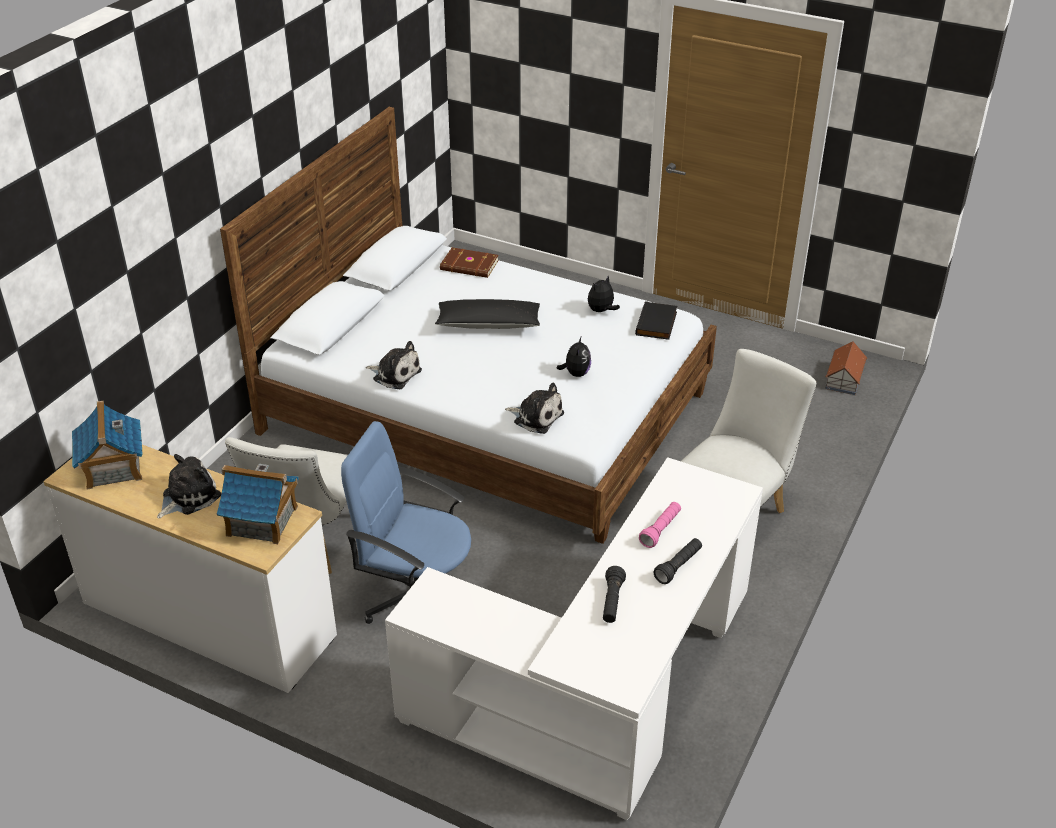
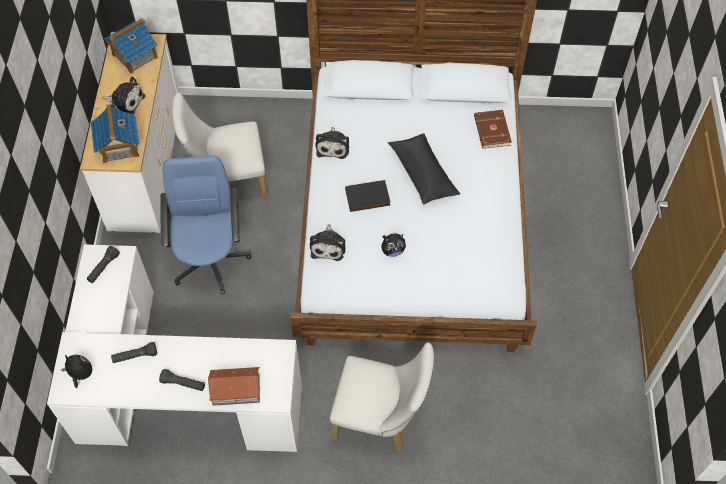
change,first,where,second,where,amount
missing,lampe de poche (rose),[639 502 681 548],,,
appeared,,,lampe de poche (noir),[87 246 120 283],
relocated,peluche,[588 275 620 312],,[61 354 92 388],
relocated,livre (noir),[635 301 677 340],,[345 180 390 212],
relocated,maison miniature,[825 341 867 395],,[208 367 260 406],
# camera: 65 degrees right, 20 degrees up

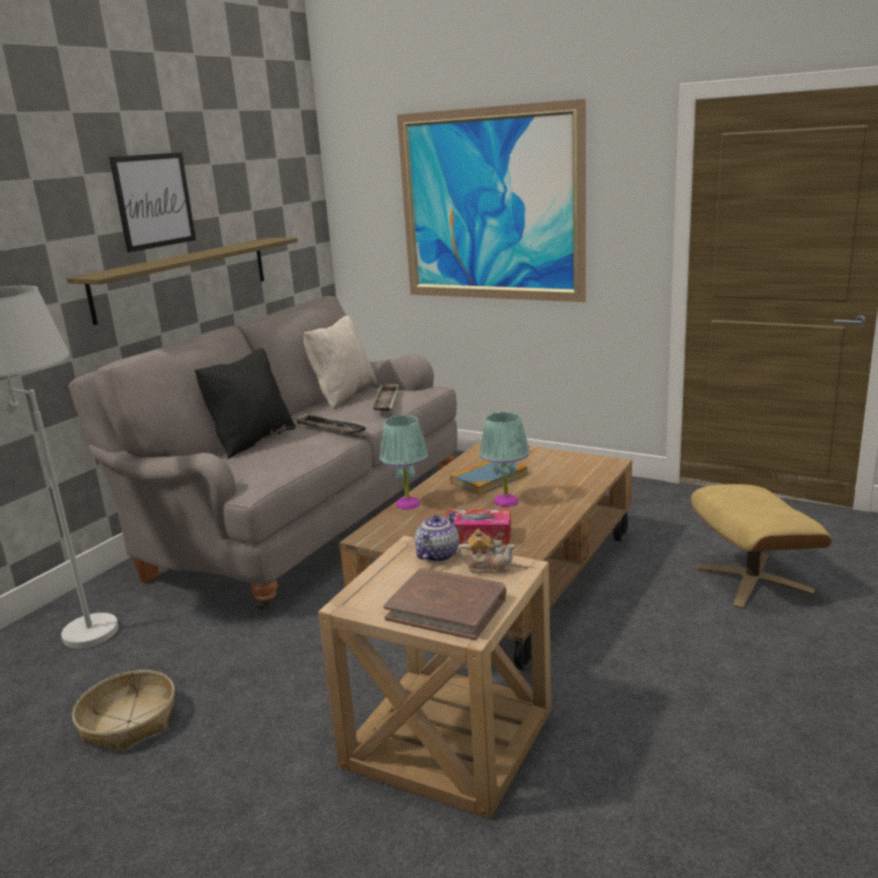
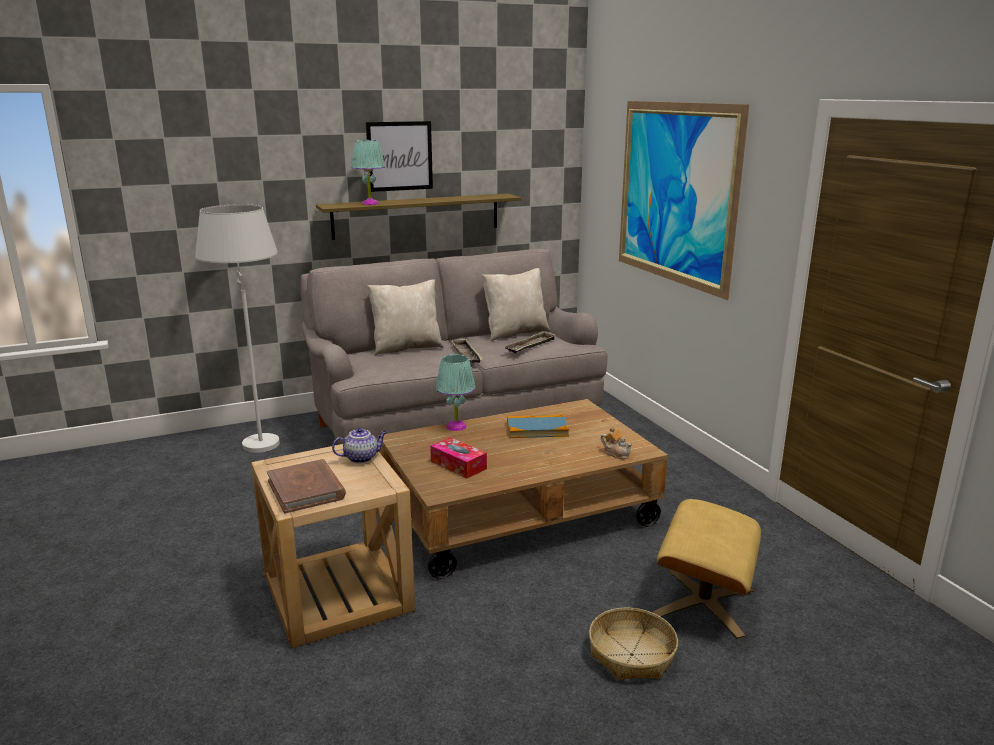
change,first,where,second,where,amount
relocated,panier,[72 670 175 752],,[589 608 678 680],
relocated,théière,[457 528 516 574],,[601 426 632 459],
relocated,lampe de table (turquoise),[480 412 529 507],,[351 140 385 205],
colour,coussin (noir),[195 348 296 459],coussin (beige),[367 280 444 355],
# camera: 35 degrees right, 0 degrees up

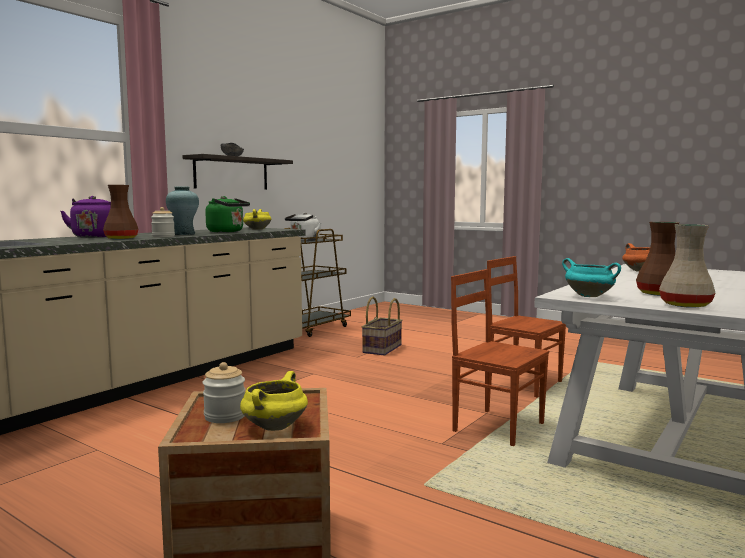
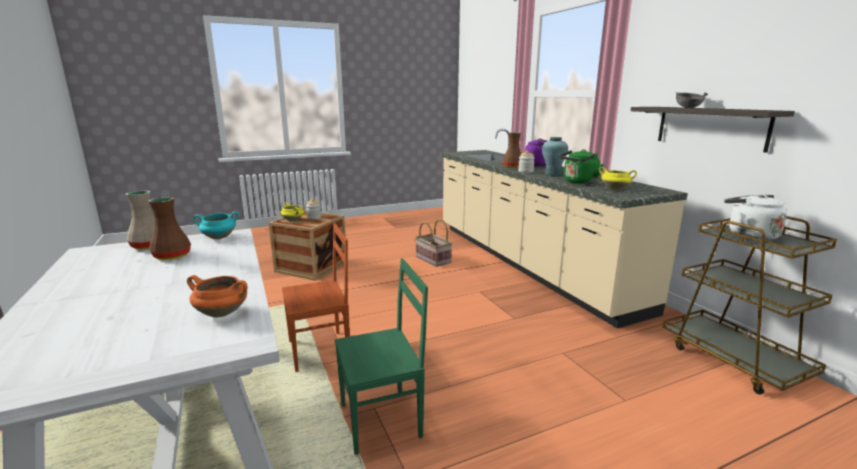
change,first,where,second,where,amount
relocated,panier,[362 296 402 355],,[415 219 452 267],
colour,chaise (marron),[487 256 566 397],chaise (vert),[335 258 428 455],
# camera: 120 degrees right, 10 degrees up

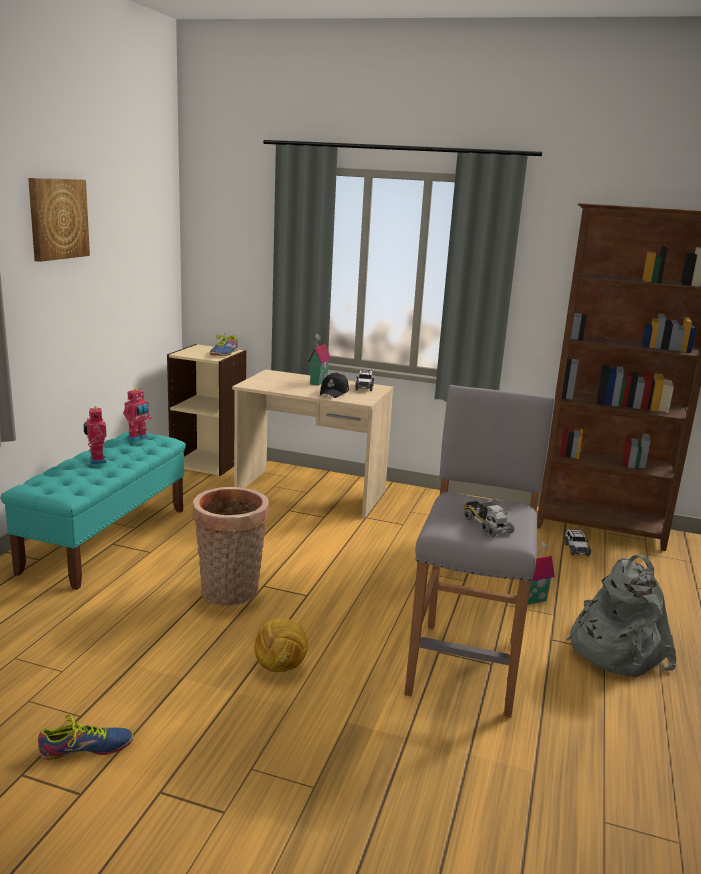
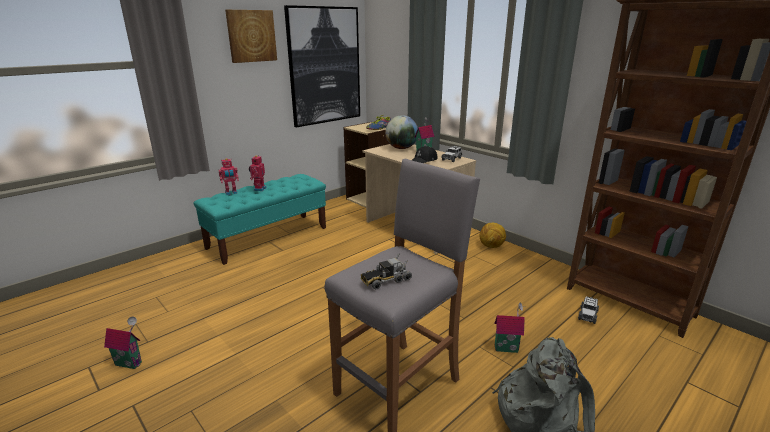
change,first,where,second,where,amount
missing,panier,[193 487 269 606],,,
appeared,,,tableau,[284 5 360 127],
appeared,,,globe,[385 115 418 149],
relocated,robot jouet,[123 388 151 442],,[218 158 239 195],
relocated,ballon de foot,[254 618 308 672],,[480 223 506 248],
exchanged,chaussure,[38 715 133 760],maison miniature,[104 317 142 369],
spun,camion jouet,[464 500 515 537],,[361 254 412 289],120 degrees counterclockwise
# camera: 30 degrees right, 5 degrees up

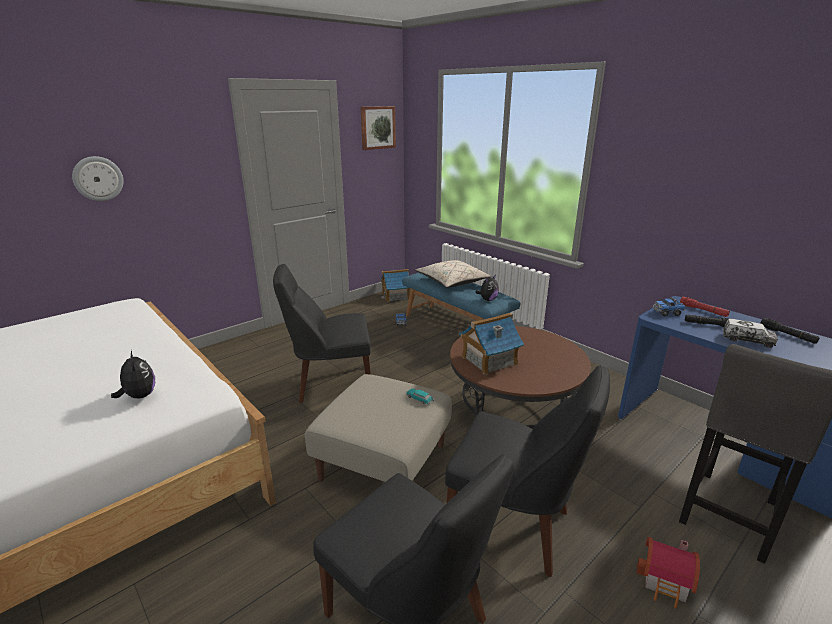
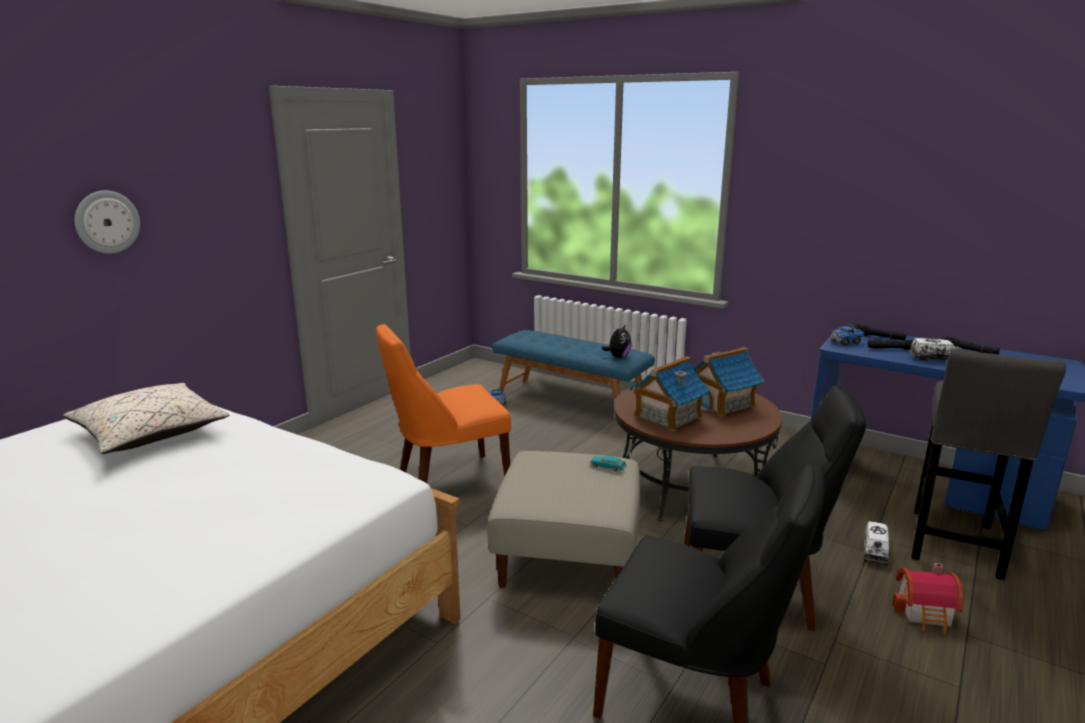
change,first,where,second,where,amount
missing,peluche,[111 350 155 398],,,
missing,tableau,[361 106 396 150],,,
appeared,,,camion jouet,[863 521 889 566],
relocated,maison miniature,[381 269 410 302],,[693 347 764 417],
relocated,coussin (beige),[415 260 491 288],,[63 383 230 454],
colour,chaise (noir),[273 264 371 403],chaise (orange),[376 324 511 483],
colour,lampe de poche (rouge),[680 297 730 317],lampe de poche (noir),[854 325 907 341],
# camera: 15 degrees left, 5 degrees down

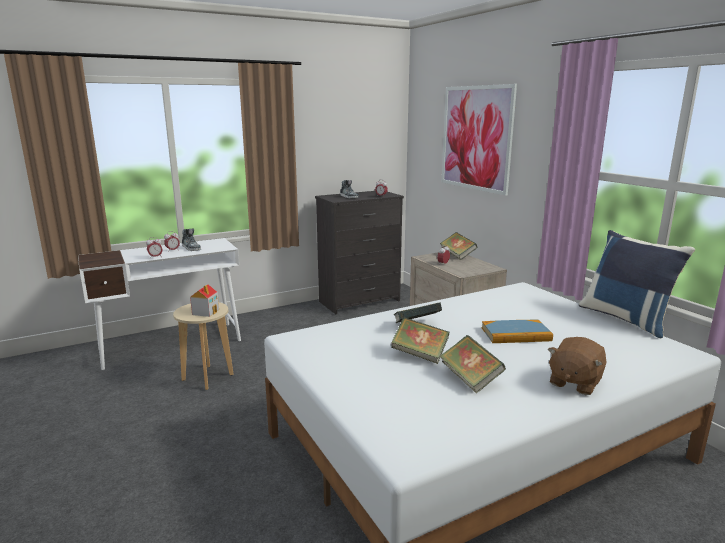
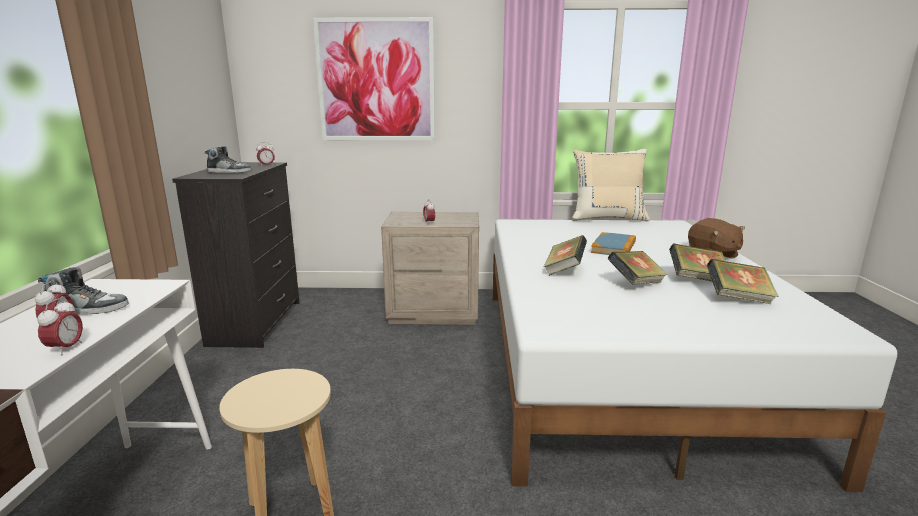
change,first,where,second,where,amount
missing,maison miniature,[190 284 219 317],,,
relocated,livre,[440 232 477 260],,[707 259 779 304],
colour,coussin (bleu),[579 230 695 338],coussin (beige),[572 149 650 221],
# camera: 60 degrees left, 0 degrees up

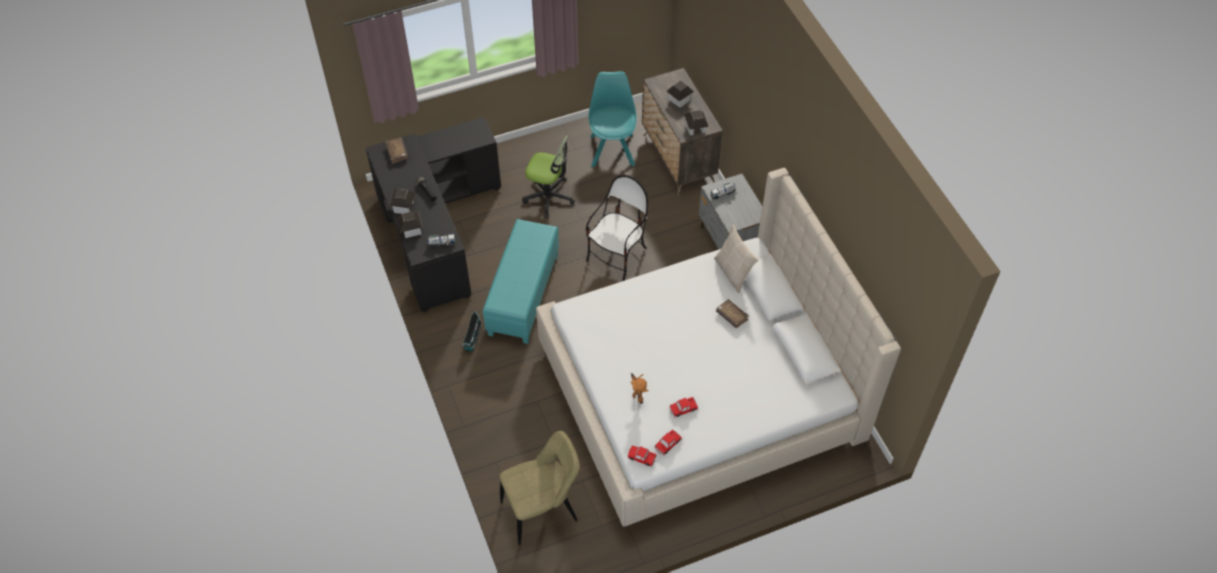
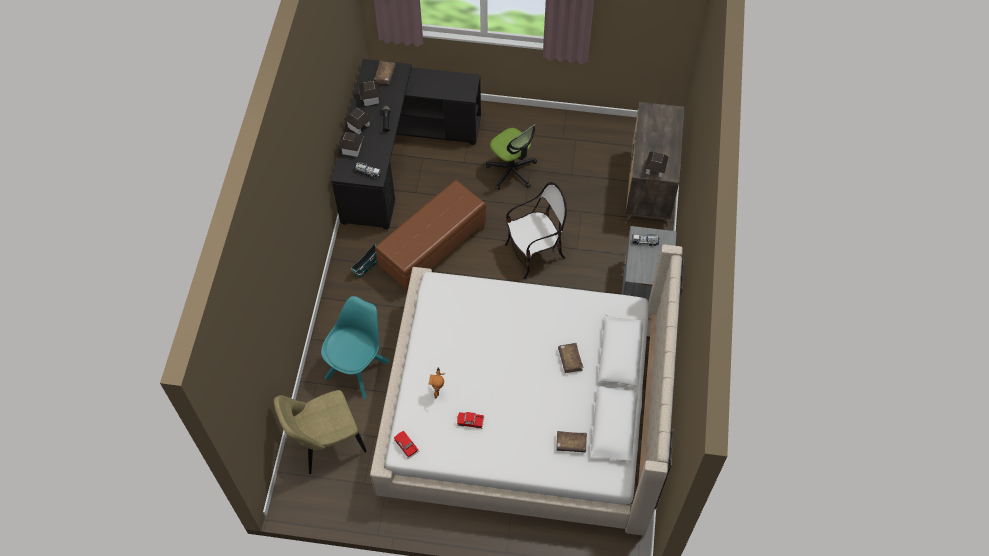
change,first,where,second,where,amount
missing,petite voiture,[654 429 682 456],,,
missing,coussin (beige),[714 225 759 293],,,
appeared,,,livre (marron),[556 431 587 453],
relocated,chaise (turquoise),[589 71 637 167],,[321 296 389 399],
relocated,maison miniature,[666 80 694 108],,[358 81 381 106],
colour,pouf (turquoise),[483 219 559 344],pouf (marron),[375 180 486 293],
spun,chaise (beige),[499 431 580 545],,[274 390 367 474],150 degrees clockwise
# camera: 30 degrees right, 5 degrees up

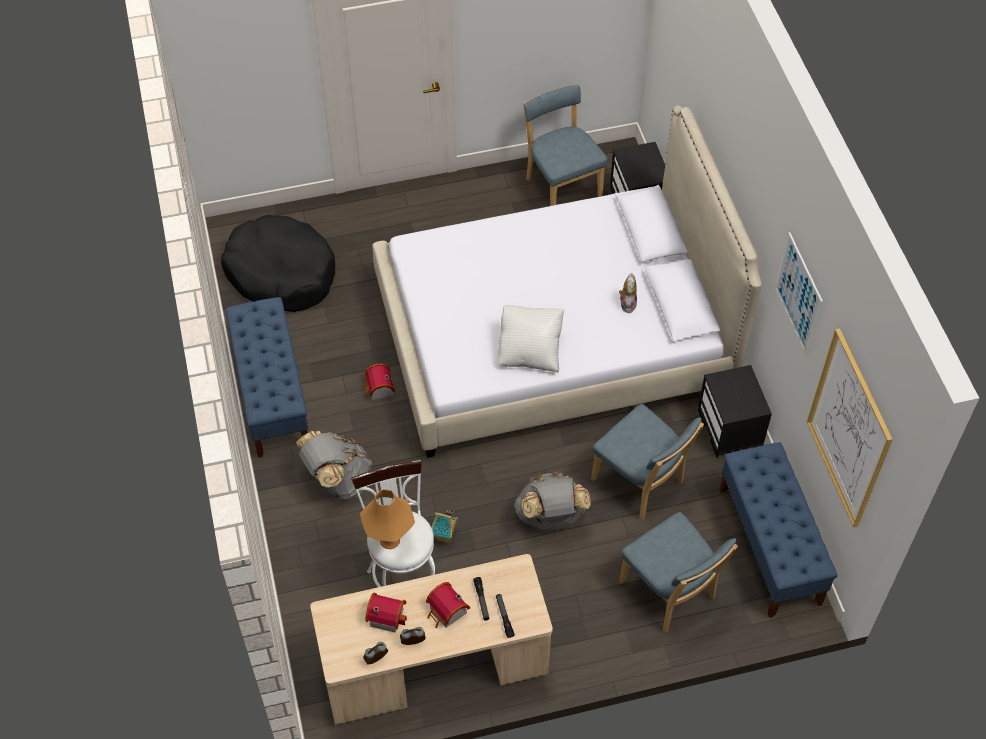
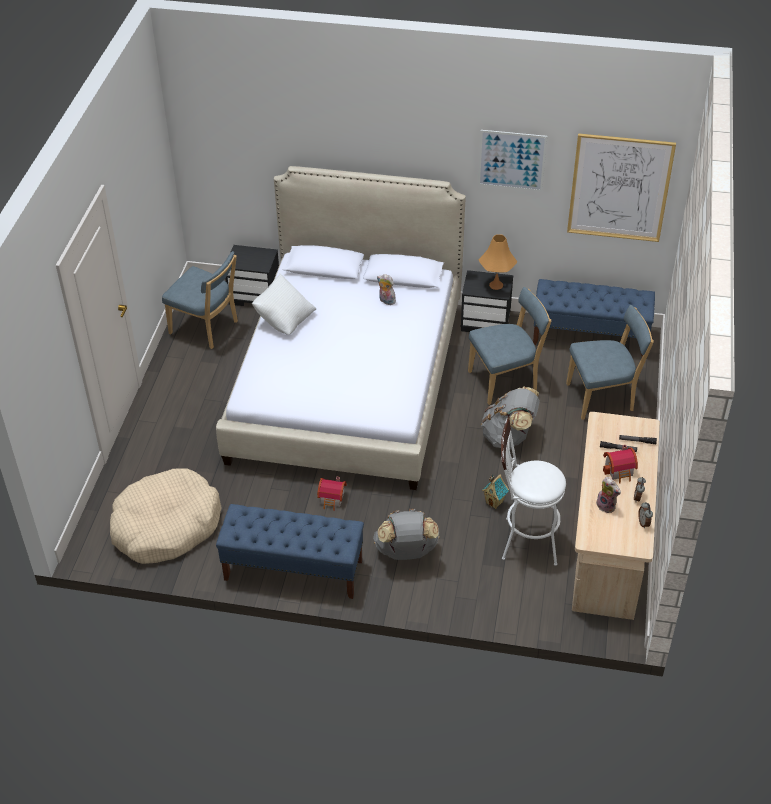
change,first,where,second,where,amount
relocated,lampe de table (orange),[360 489 415 549],,[479 234 517 290],
relocated,coussin (blanc),[498 305 565 372],,[252 274 316 335],
exchanged,maison miniature,[365 592 407 633],peluche,[596 477 621 513],
colour,panier pour chien (noir),[221 215 335 312],panier pour chien (beige),[110 468 222 564],
spun,chaise (bleu),[523 85 608 206],,[162 251 238 349],150 degrees counterclockwise
# camera: 65 degrees left, 10 degrees down

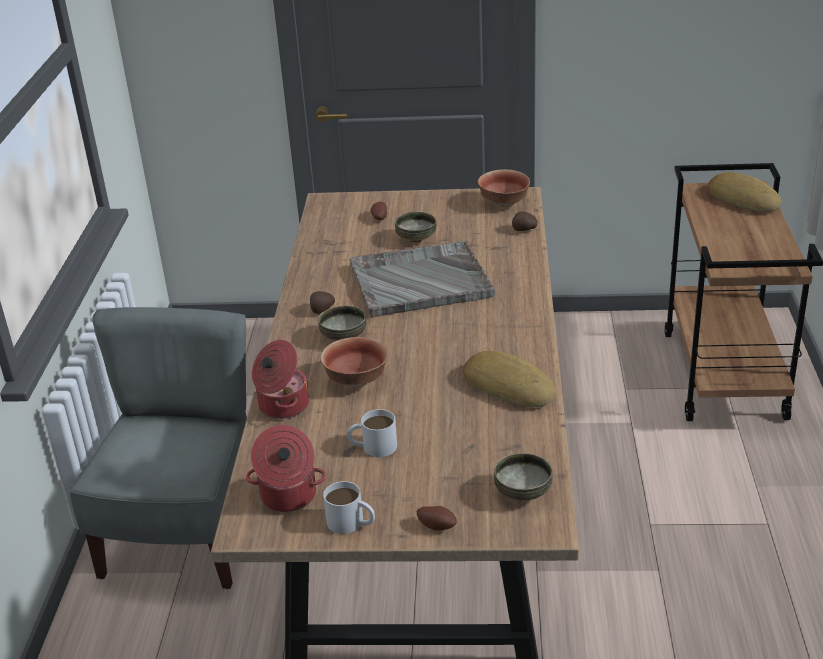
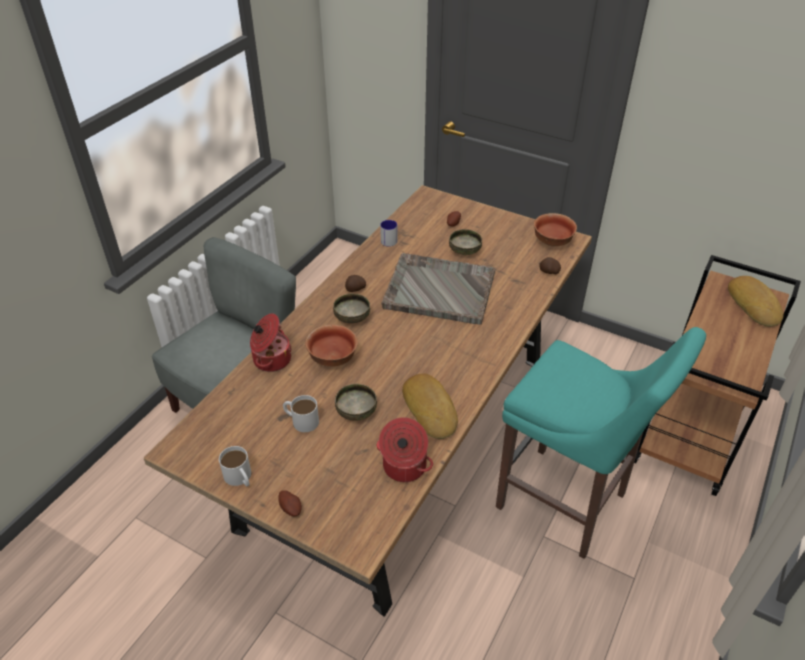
change,first,where,second,where,amount
appeared,,,mug,[380 220 397 246],
appeared,,,tabouret (turquoise),[496 327 706 559],
relocated,marmite,[246 425 326 512],,[377 417 433 482],
relocated,bol,[494 453 553 501],,[335 384 377 421],
# camera: 25 degrees right, 10 degrees up

